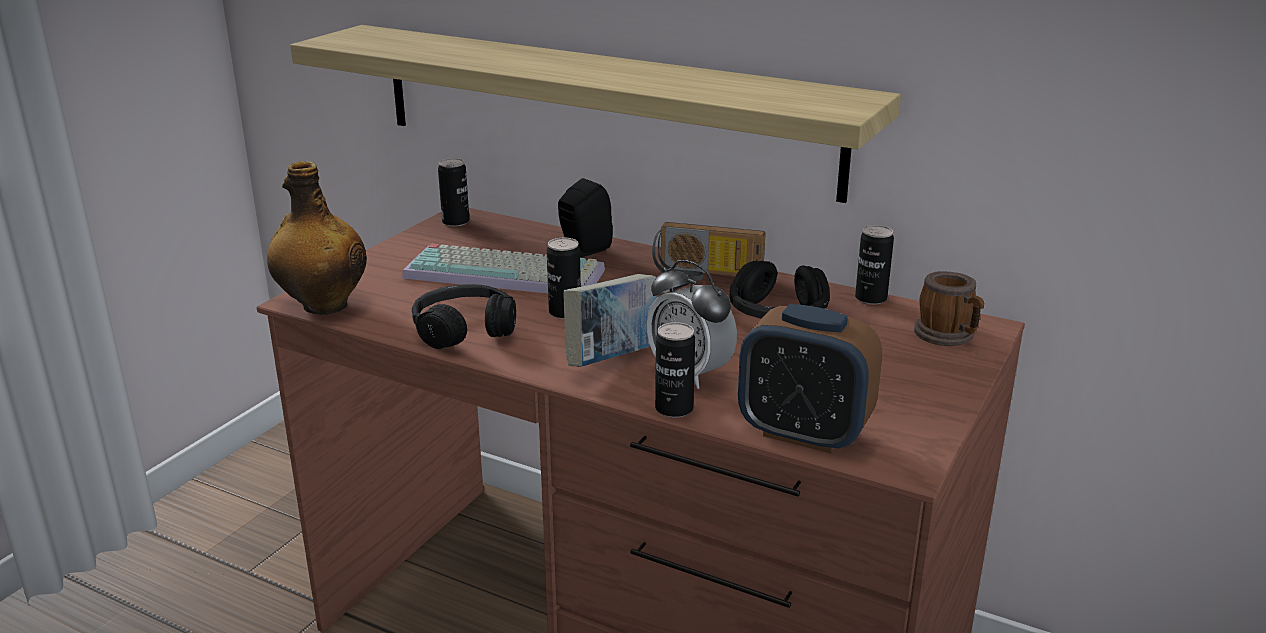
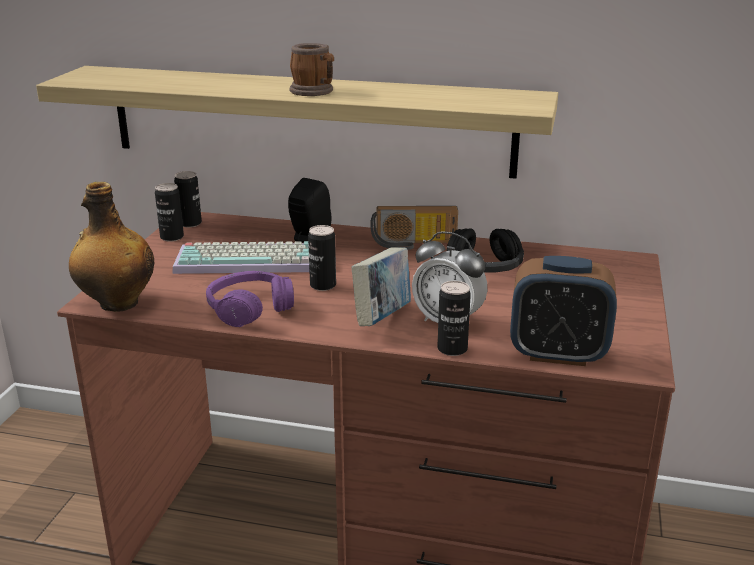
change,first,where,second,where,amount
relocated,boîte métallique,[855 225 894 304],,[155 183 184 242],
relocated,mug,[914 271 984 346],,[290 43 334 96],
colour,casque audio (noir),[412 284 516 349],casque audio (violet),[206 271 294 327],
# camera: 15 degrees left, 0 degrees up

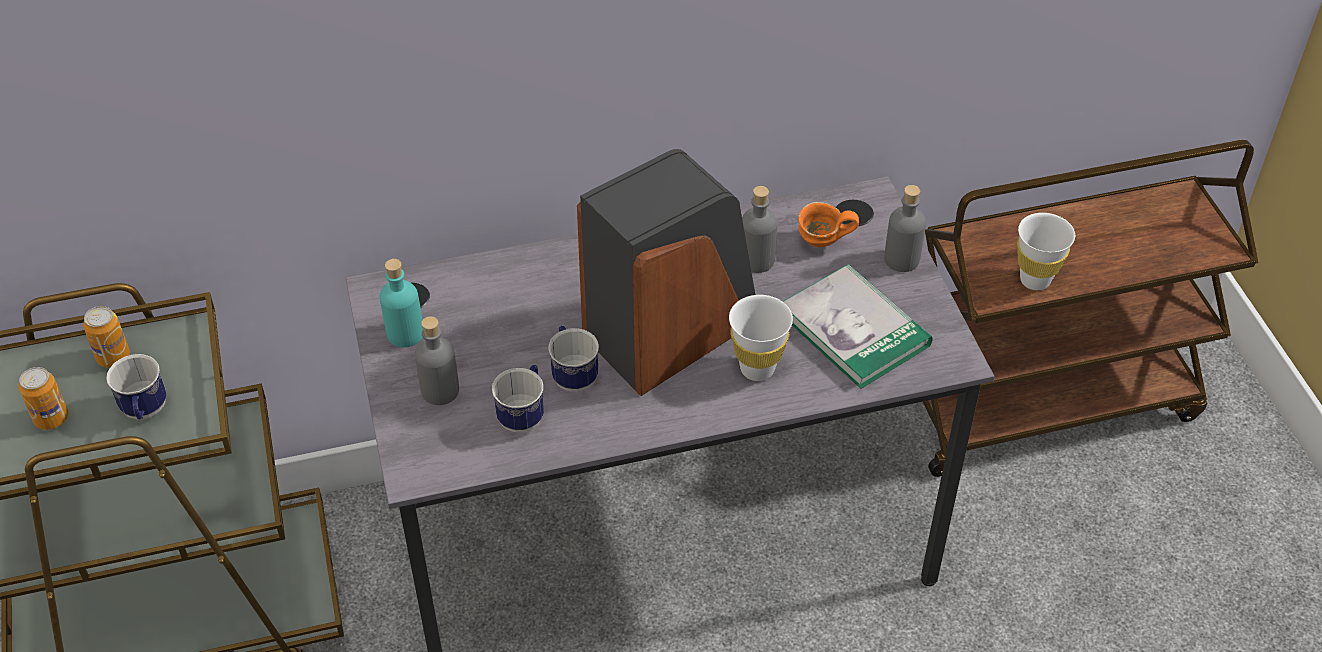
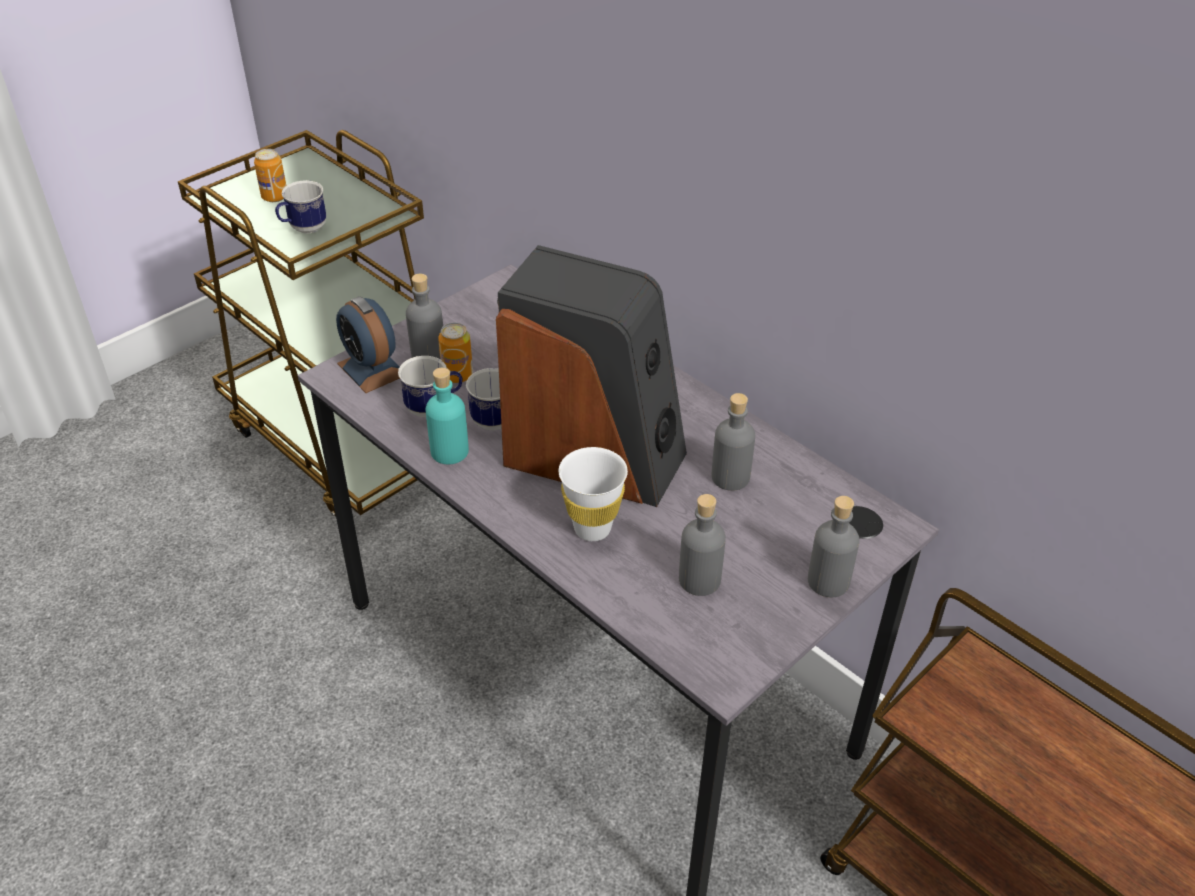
change,first,where,second,where,amount
missing,mug (orange),[798 202 859 247],,,
missing,tasse (blanc),[1017 213 1075 290],,,
appeared,,,réveil,[336 296 400 393],
relocated,boîte métallique,[83 306 130 368],,[438 323 473 383],
relocated,bouteille (turquoise),[380 259 423 347],,[425 367 469 464],
exchanged,livre,[783 264 933 389],bouteille (gris),[679 494 726 596],
# camera: 60 degrees right, 5 degrees down

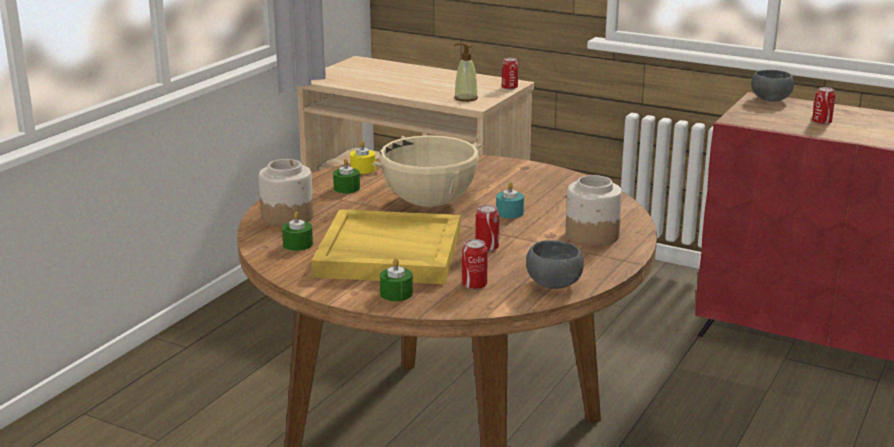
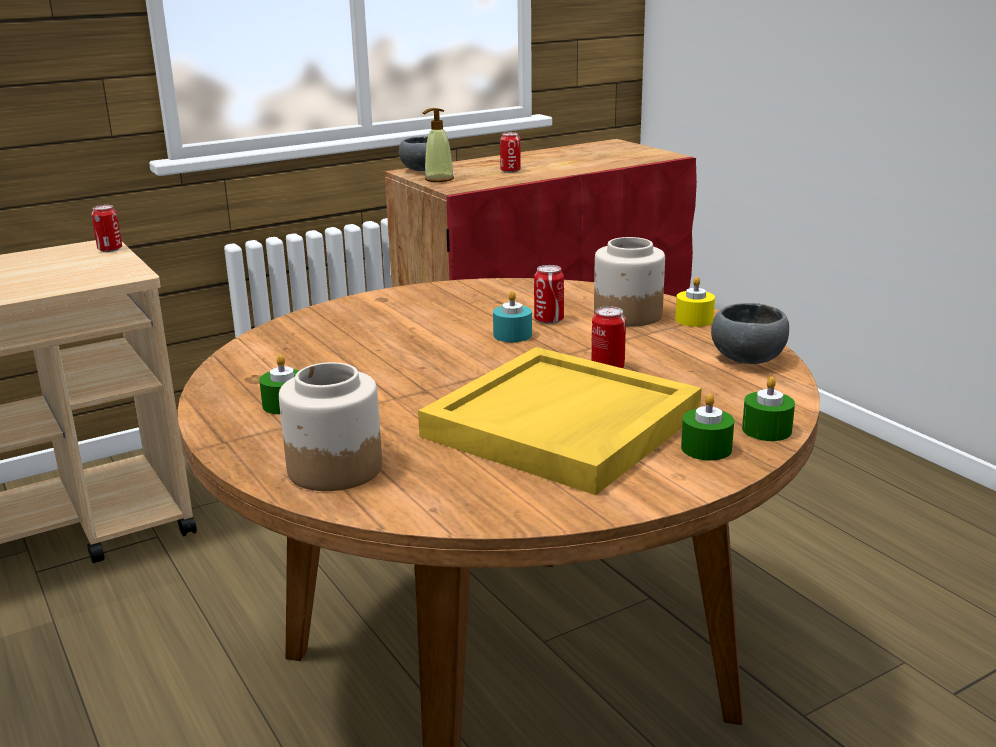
change,first,where,second,where,amount
missing,marmite (beige),[372 135 483 207],,,
relocated,bougie (vert),[282 212 313 251],,[742 376 795 441],
relocated,bougie (jaune),[350 140 376 174],,[675 277 715 327],
relocated,distributeur de savon,[454 43 478 102],,[423 108 454 182],
relocated,boîte métallique,[462 239 487 290],,[534 265 564 324],
# camera: 60 degrees left, 0 degrees up

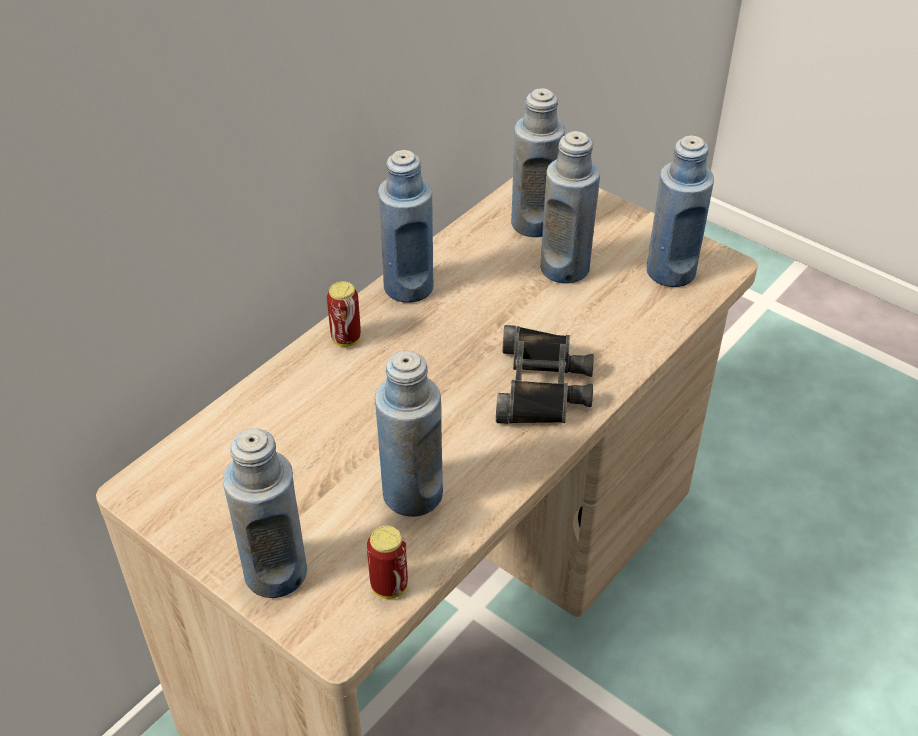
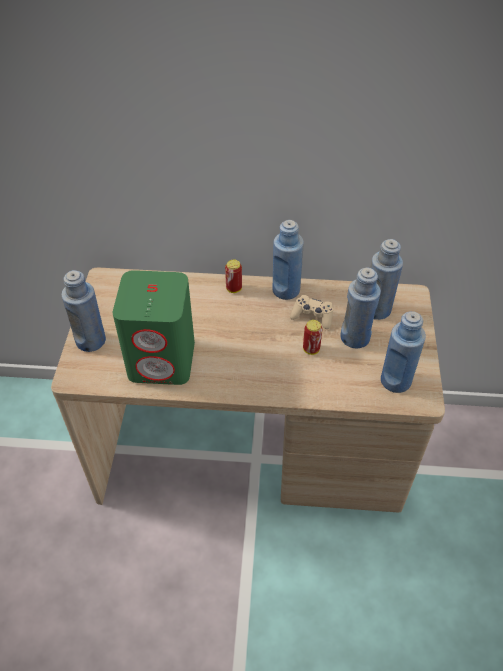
change,first,where,second,where,amount
missing,jumelles (noir),[496 325 594 424],,,
appeared,,,manette (beige),[290 295 333 329],
relocated,boîte métallique,[367 526 408 599],,[303 320 322 355],
exchanged,bouteille (bleu),[375 351 443 517],enceinte (vert),[113 270 195 385],
# camera: 55 degrees right, 5 degrees up

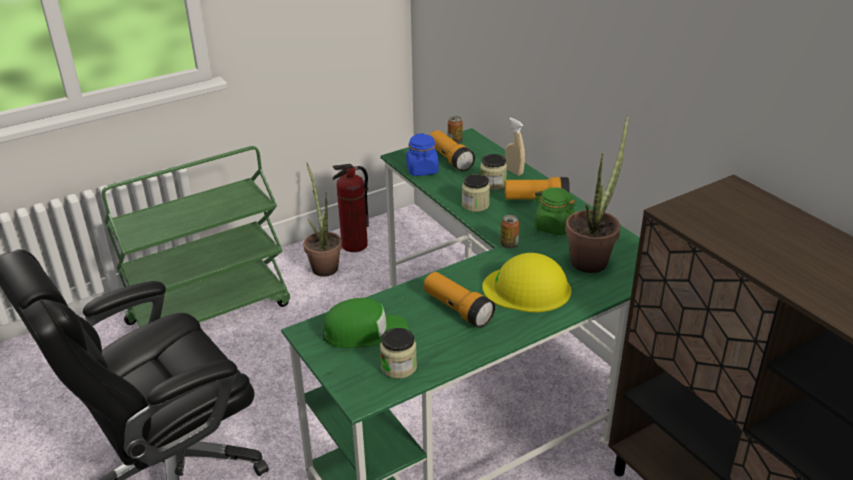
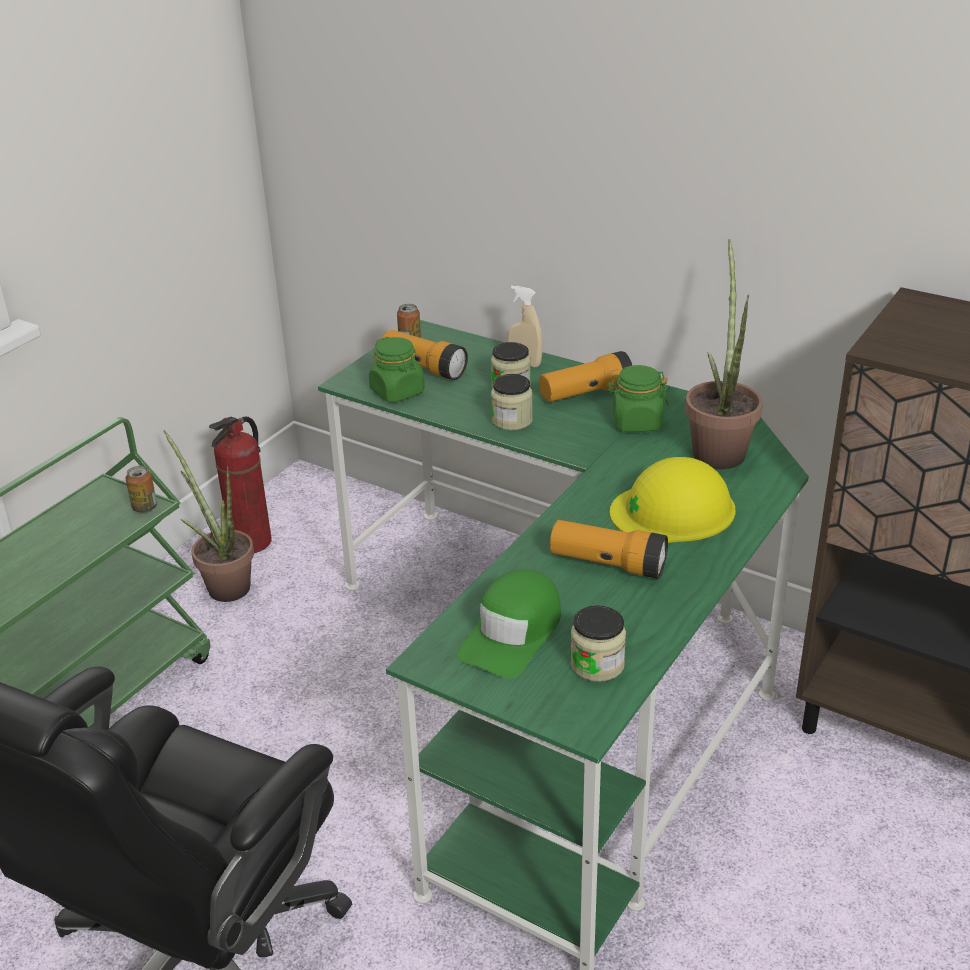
change,first,where,second,where,amount
relocated,boîte métallique,[500 215 520 249],,[126 466 157 513],
colour,bocal (bleu),[406 133 439 176],bocal (vert),[369 337 425 402],
spun,casquette (vert),[323 298 408 348],,[457 570 561 678],150 degrees clockwise
# camera: 25 degrees left, 0 degrees up

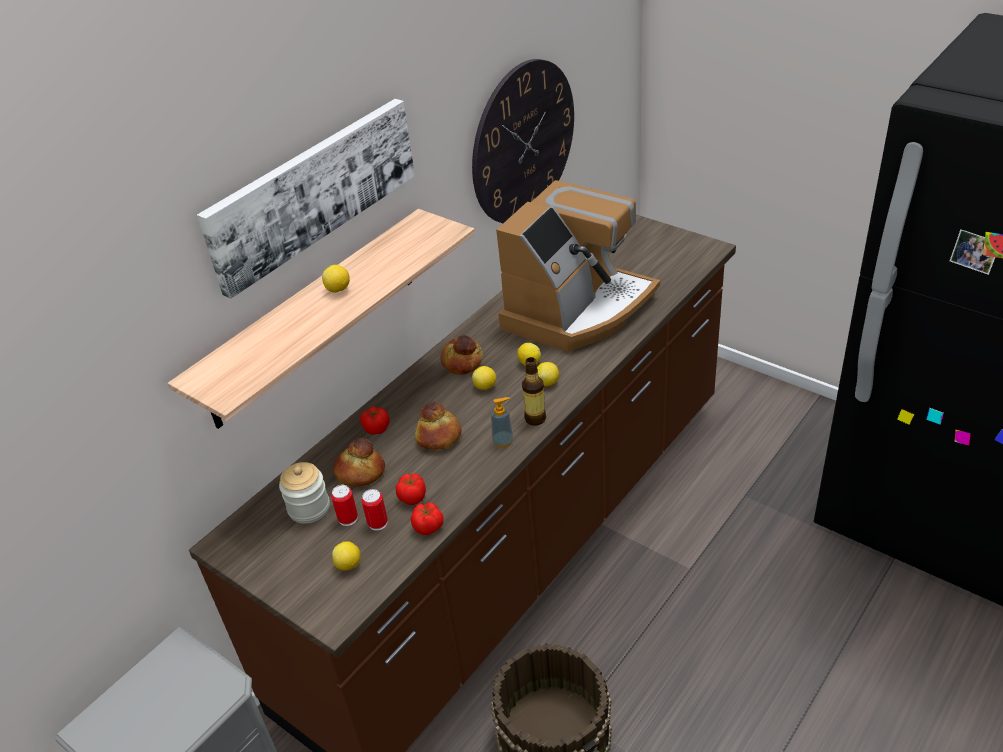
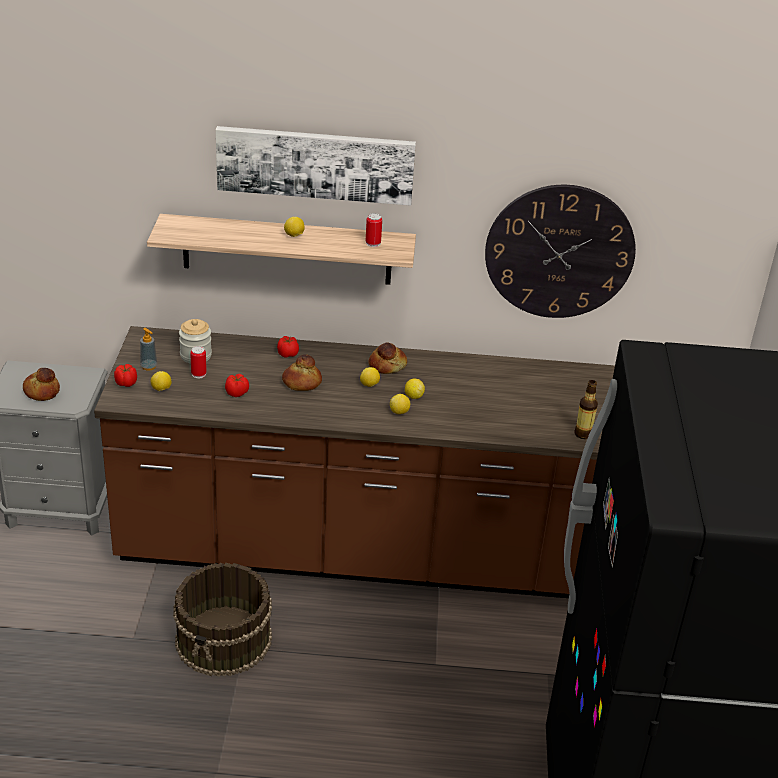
change,first,where,second,where,amount
missing,machine à café,[496 180 660 352],,,
relocated,pain,[333 438 385 487],,[23 368 60 401],
relocated,boîte métallique,[362 489 388 531],,[366 213 382 247],
relocated,tomate,[411 502 444 535],,[114 364 137 387],
relocated,distributeur de savon,[491 397 513 448],,[140 328 157 371],
relocated,bouteille,[522 357 546 426],,[574 380 598 439],
# camera: 50 degrees right, 5 degrees down

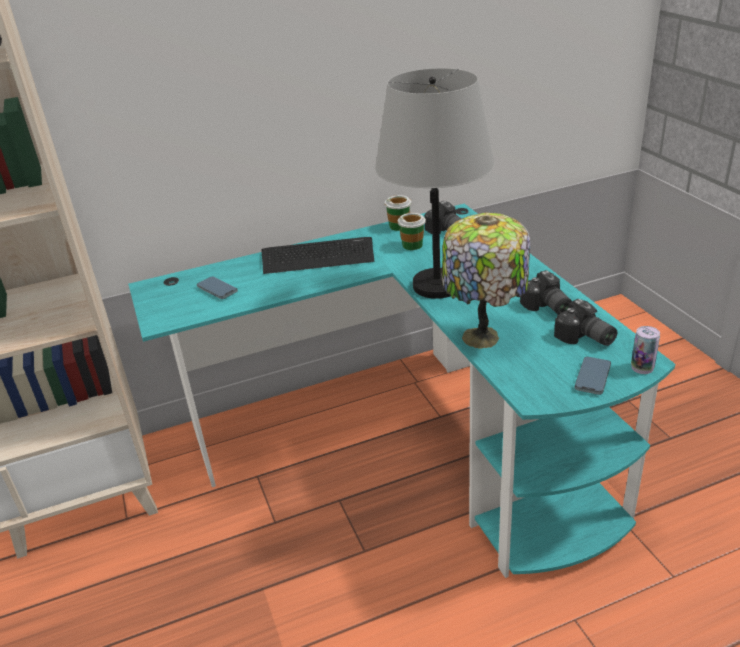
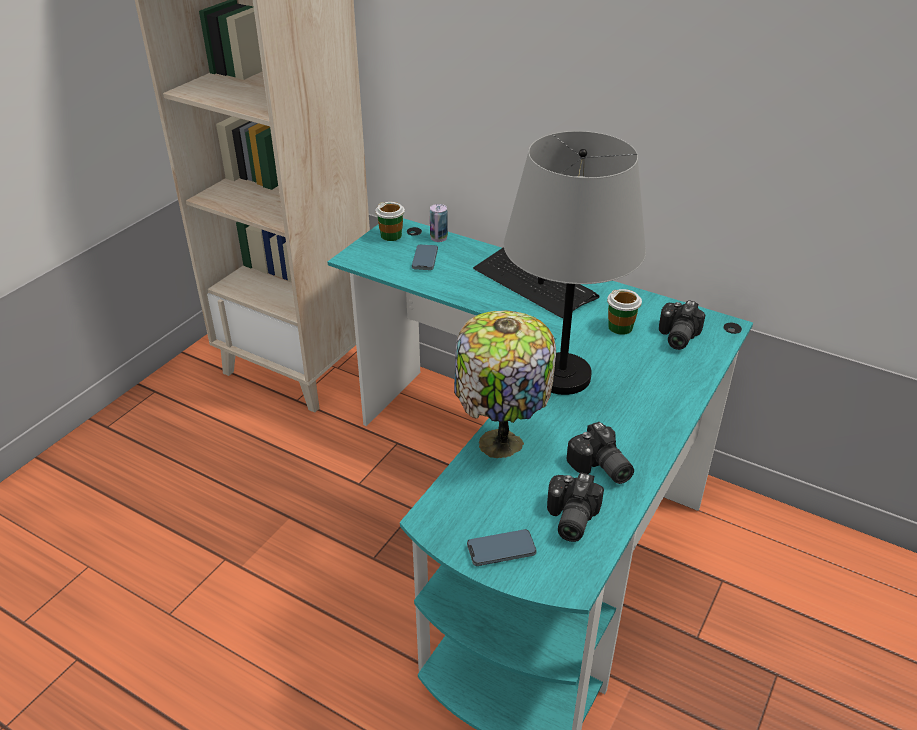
change,first,where,second,where,amount
relocated,tasse,[385 195 411 231],,[375 202 405 241],
relocated,boîte métallique,[631 326 660 374],,[430 204 448 242],
spun,appareil photo,[520 270 572 315],,[567 422 634 484],60 degrees counterclockwise
# camera: 50 degrees right, 5 degrees up

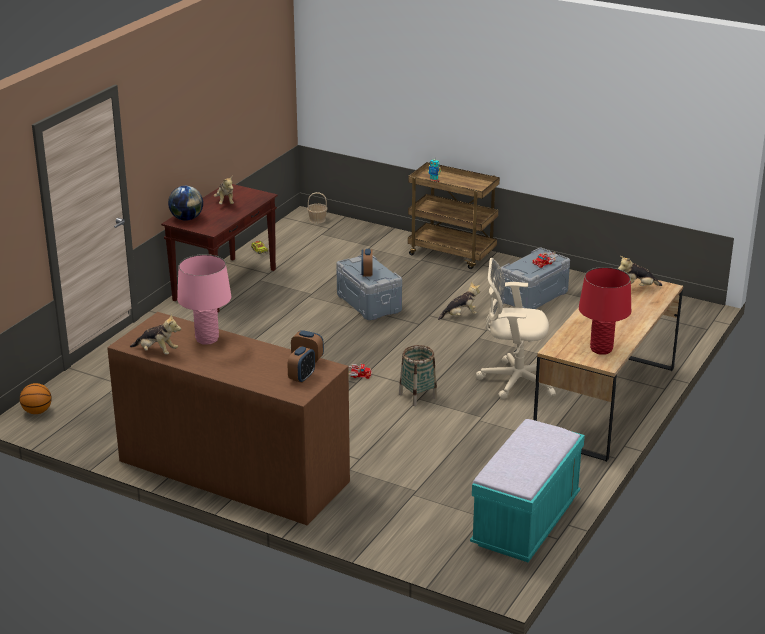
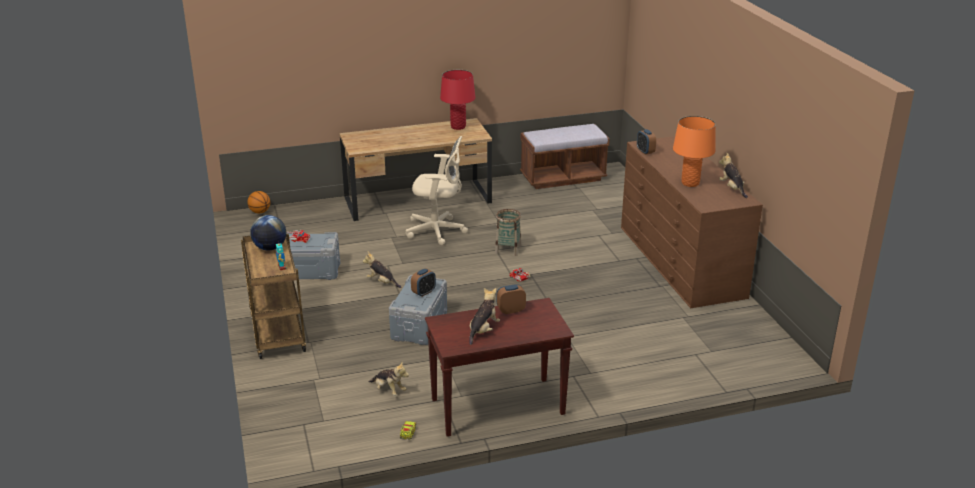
change,first,where,second,where,amount
missing,panier,[307 192 328 224],,,
relocated,ballon de basket,[20 383 52 414],,[247 191 270 213],
relocated,globe,[168 186 203 221],,[250 215 286 250],
relocated,réveil,[288 346 315 383],,[497 284 526 314],
relocated,peluche,[618 256 662 286],,[368 362 409 396],
colour,lampe de table (rose),[177 254 232 344],lampe de table (orange),[673 116 716 187],
colour,banc (turquoise),[470 419 585 562],banc (marron),[520 124 610 189],
spun,chaise de bureau (beige),[476 258 556 399],,[405 136 468 245],45 degrees counterclockwise
# camera: 135 degrees left, 0 degrees up

